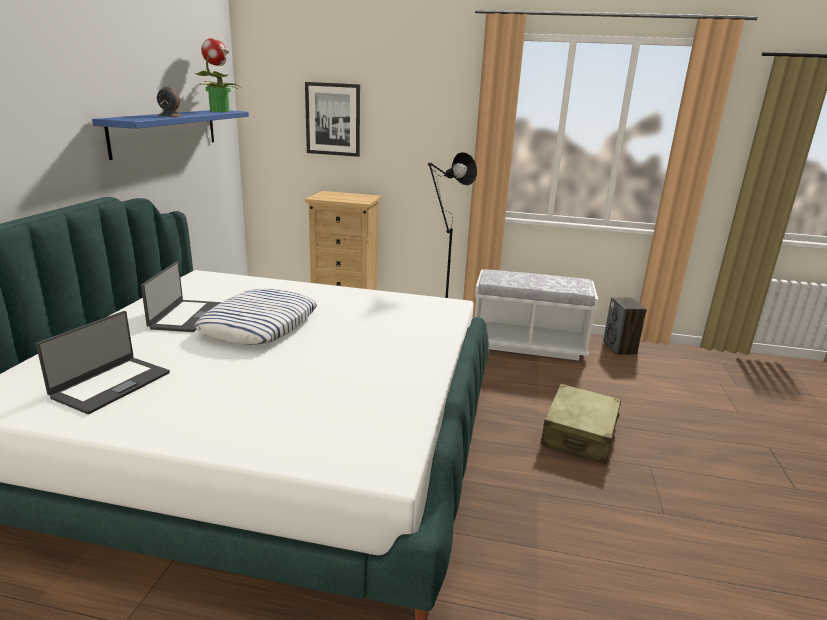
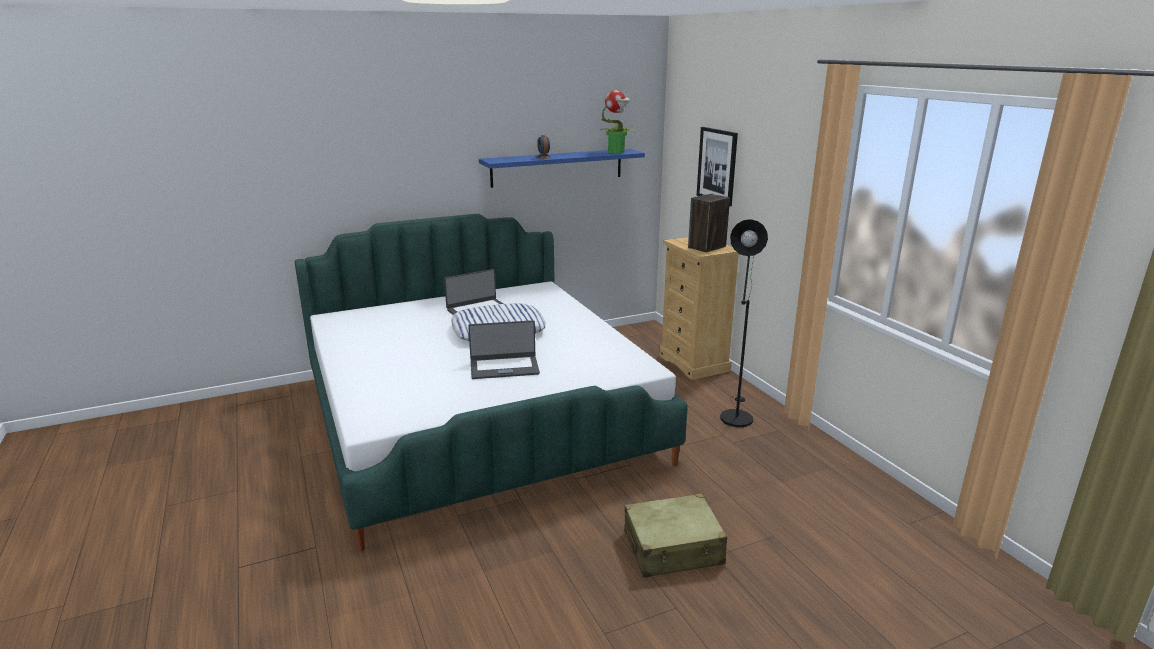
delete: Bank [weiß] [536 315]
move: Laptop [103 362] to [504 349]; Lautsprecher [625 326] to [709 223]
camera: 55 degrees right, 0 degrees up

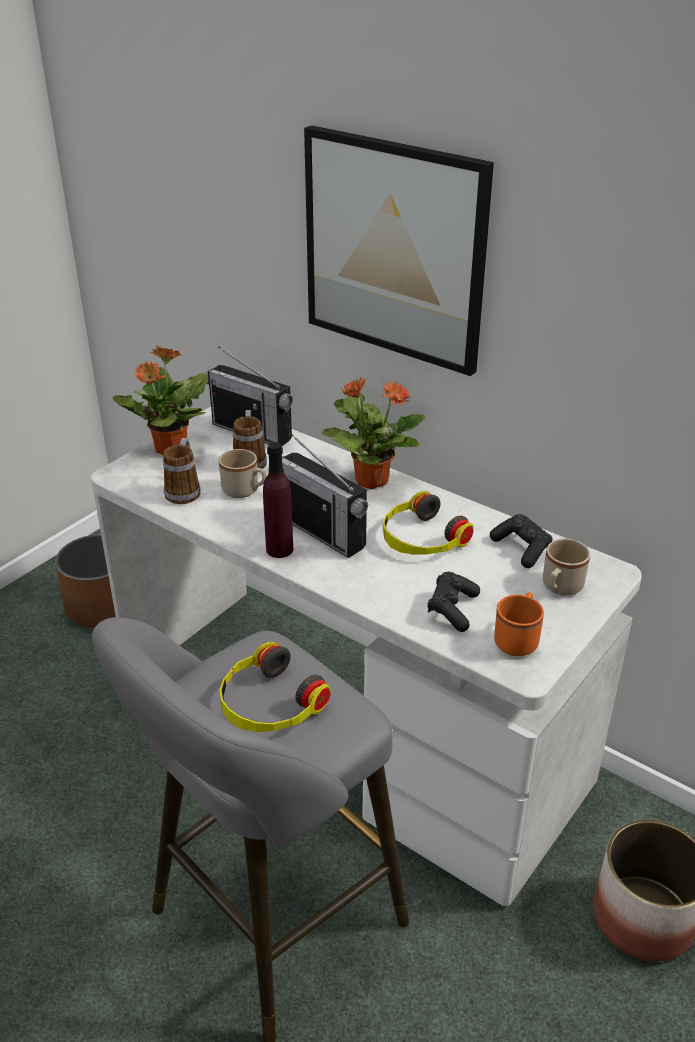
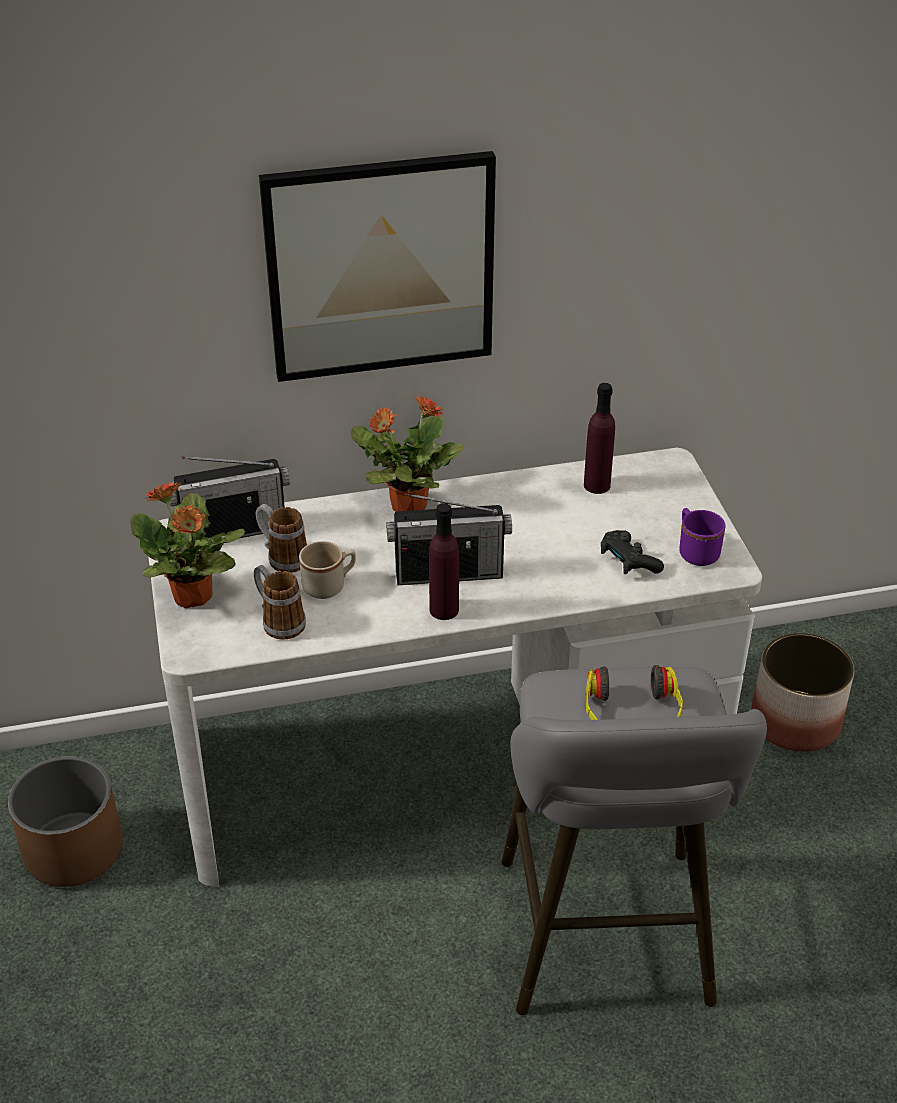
delete: Kopfhörer [428 523]; Henkelbecher [beige] [566 567]
replace: Gamepad [schwarz] [521 541] to Flasche [lila] [599 438]
recolor: Henkelbecher [orange] [519 624] to Henkelbecher [lila] [702 537]
camera: 50 degrees left, 5 degrees up

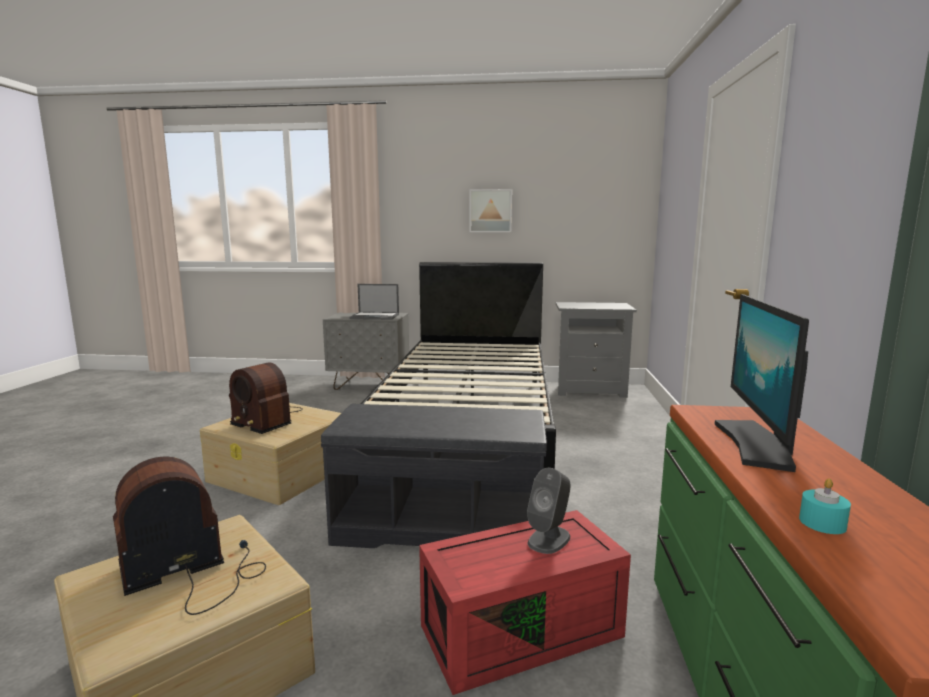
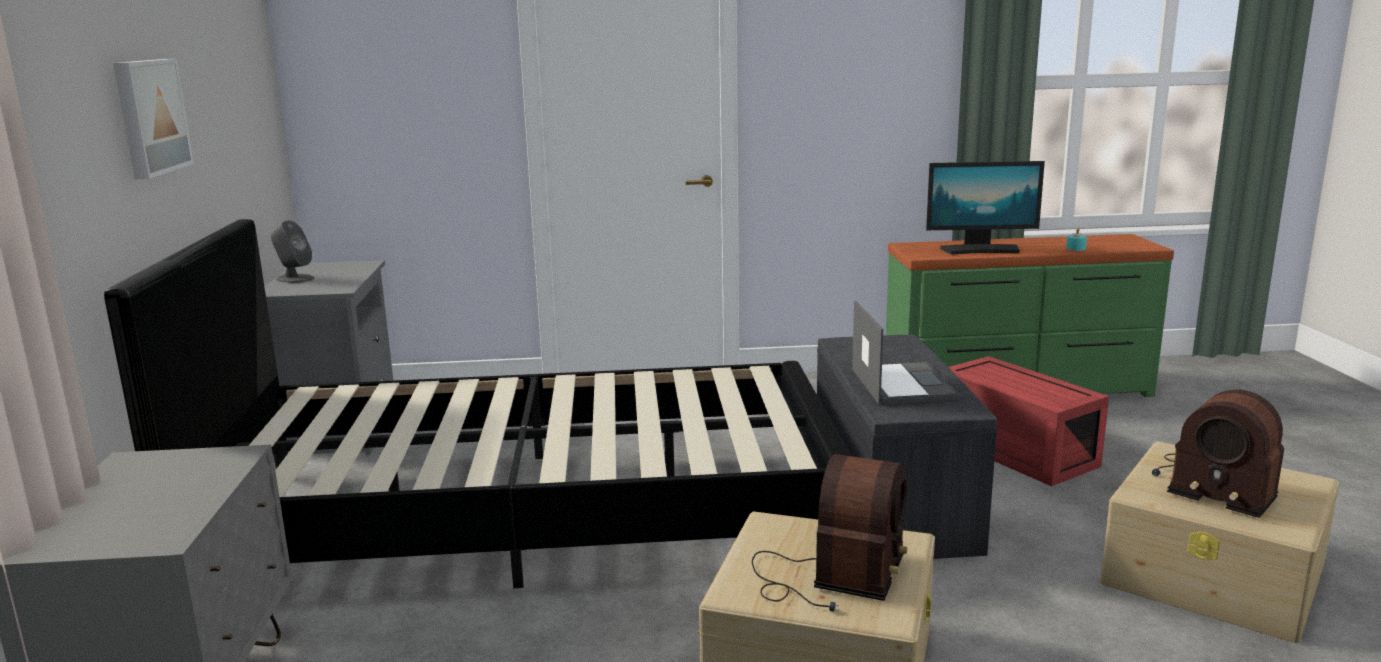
move: Lautsprecher [grau] [549 511] to [292 252]; Laptop [374 302] to [906 353]
camera: 100 degrees left, 5 degrees up

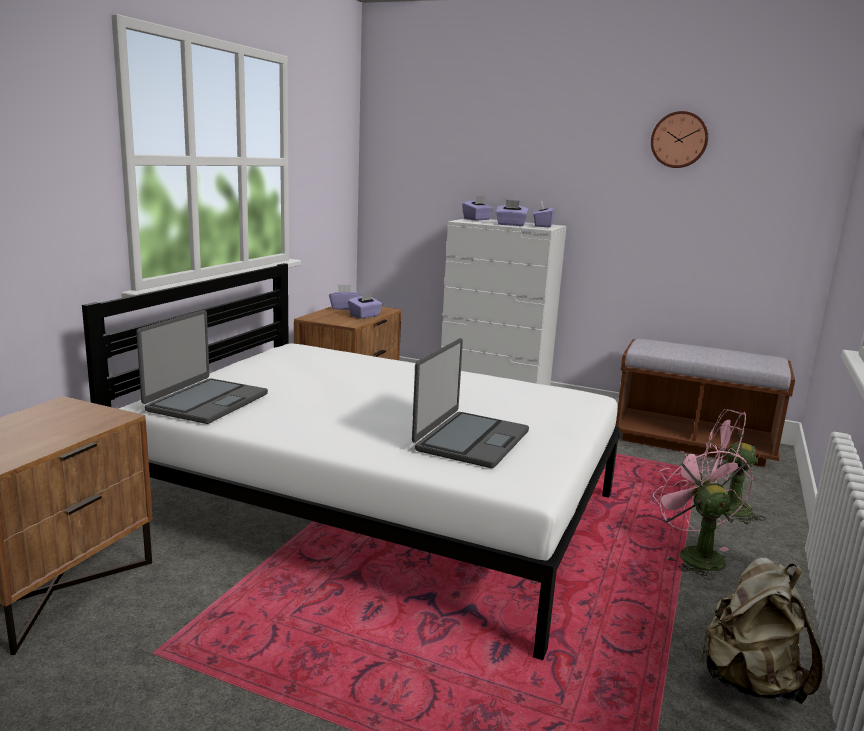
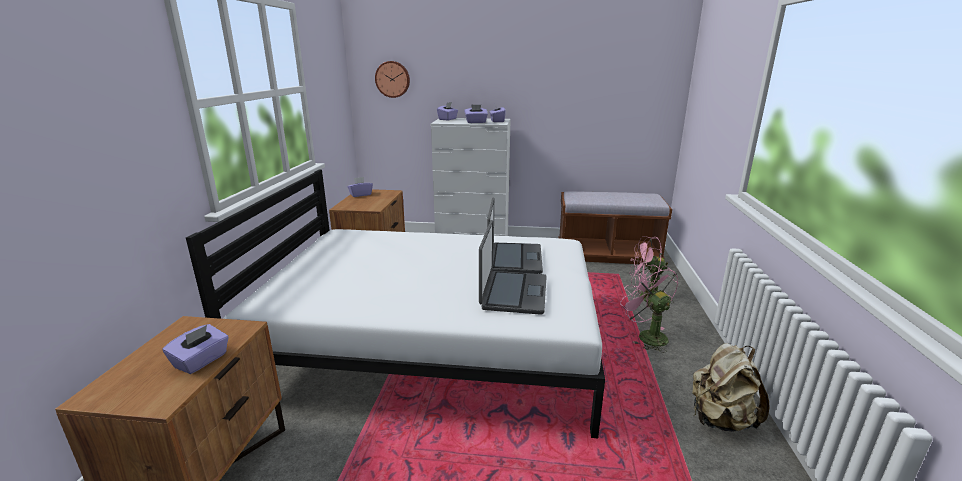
move: Taschentuchbox [lila] [365 305] to [196 349]; Wanduhr [679 139] to [392 79]; Laptop [202 367] to [515 236]
camera: 15 degrees left, 5 degrees up

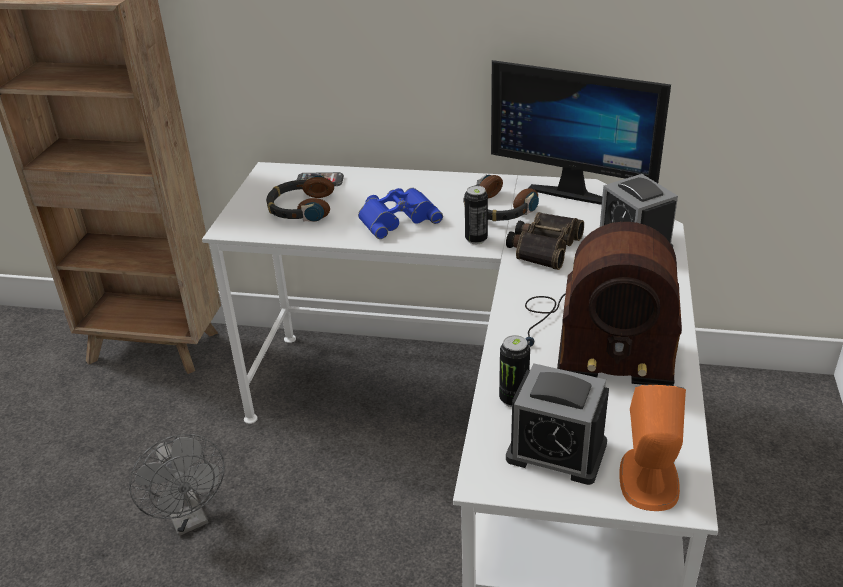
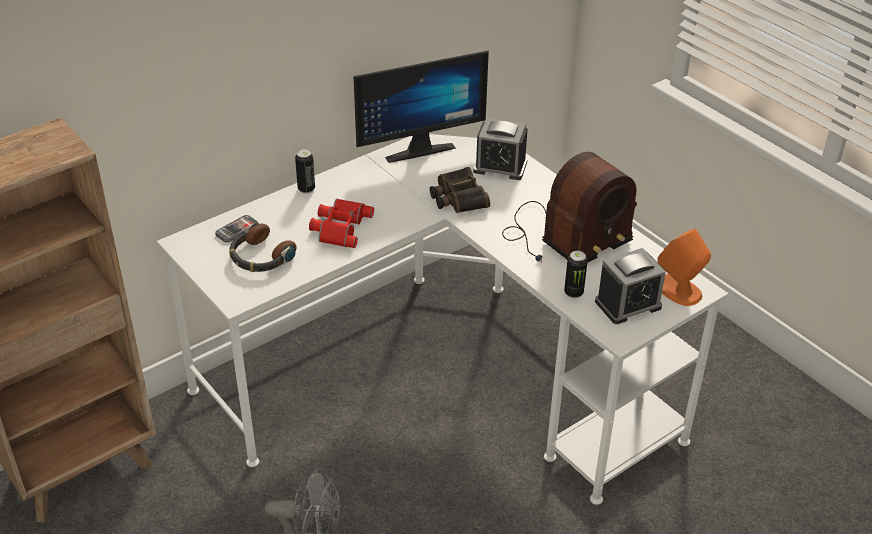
delete: Kopfhörer [501 197]
move: Dose [476 215] to [305 171]
recolor: Fernglas [blau] [400 213] to Fernglas [rot] [341 223]
camera: 50 degrees left, 5 degrees up

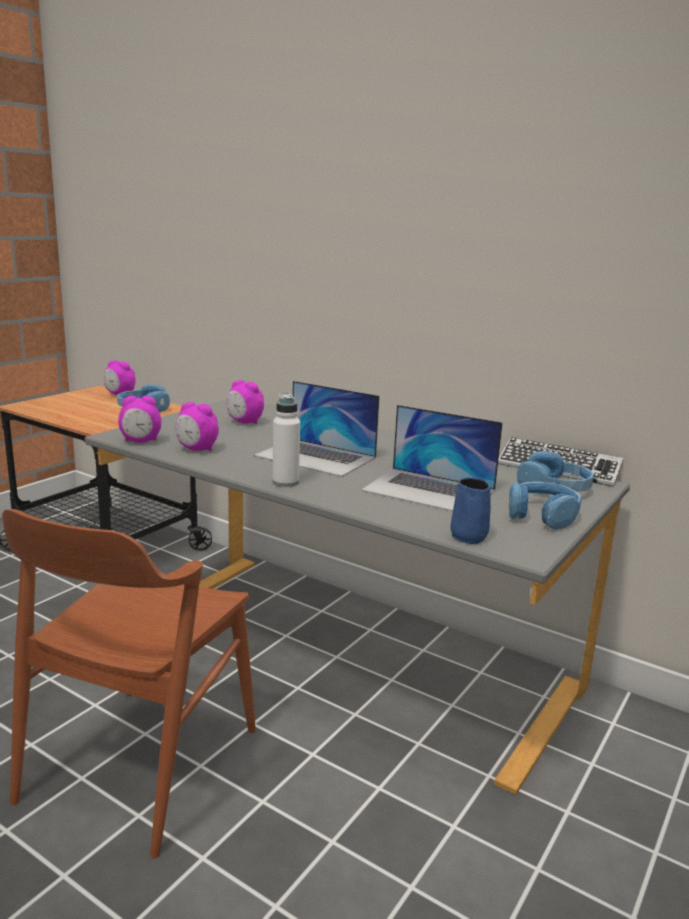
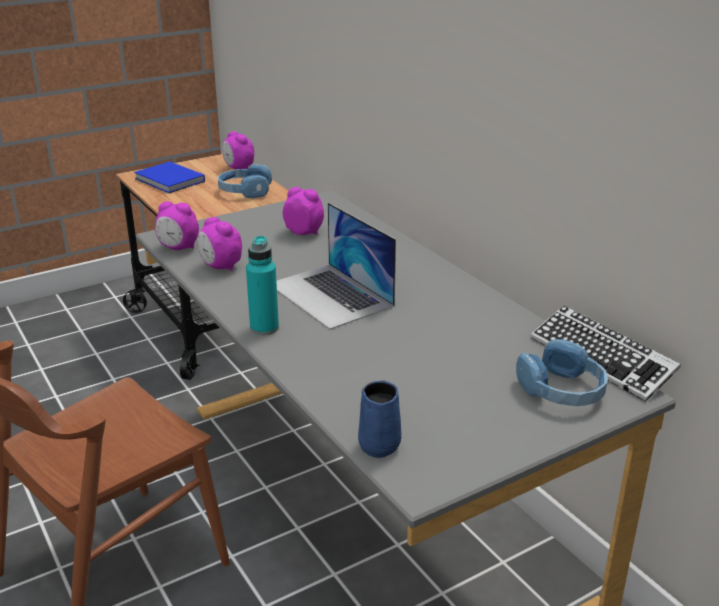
delete: Laptop [432 458]; Kopfhörer [blau] [545 506]
insert: Buch [blau] [169 177]
recolor: Flasche [weiß] [286 440] to Flasche [türkis] [262 285]
rotate: Wecker [245 402] = [303 211] 150 degrees clockwise
camera: 25 degrees right, 10 degrees up

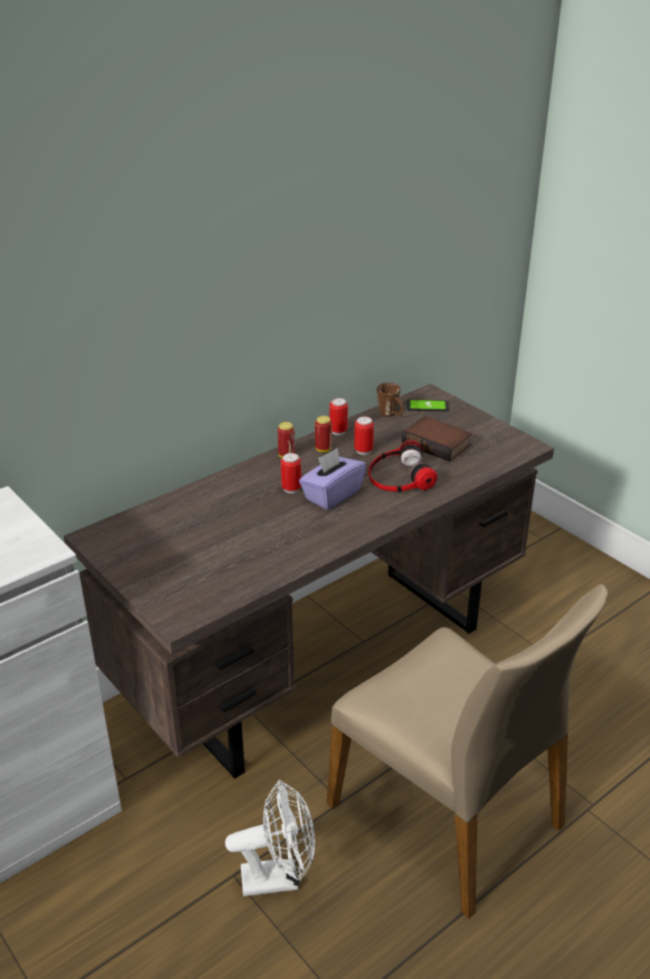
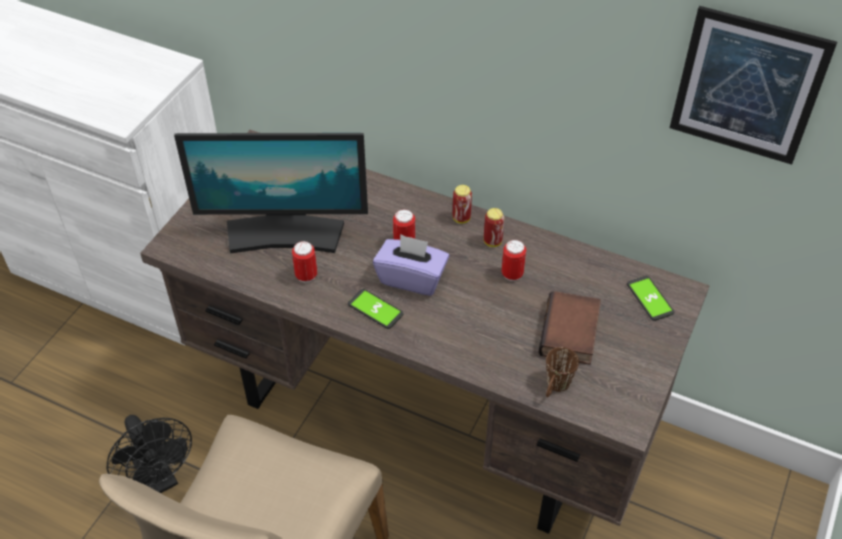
delete: Kopfhörer [402 466]
insert: Monitor [271 193]; Handy [376 309]; Bild [753 85]
move: Dose [338 416] to [304 262]; Henkelbecher [braun] [390 400] to [562 372]
recolor: Ventilator [weiß] [270 838] to Ventilator [schwarz] [149 454]
camera: 65 degrees right, 15 degrees up

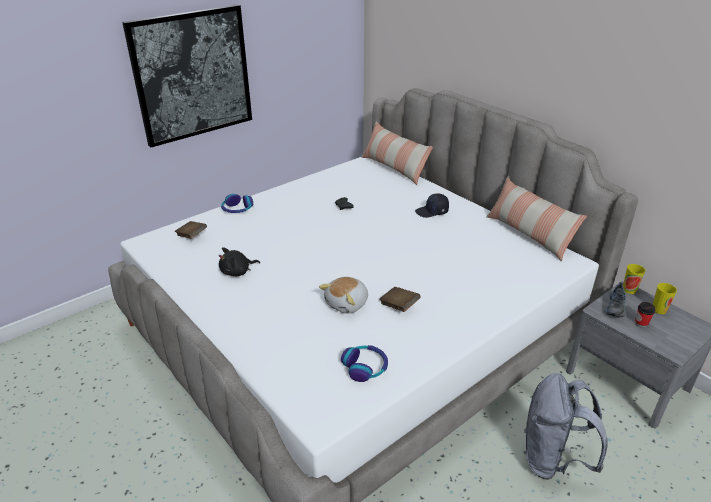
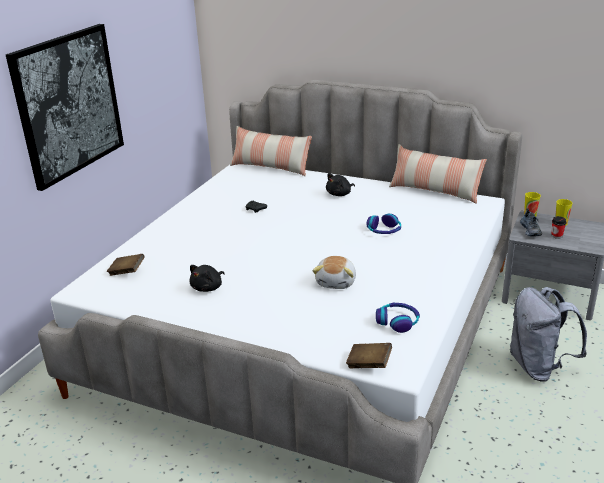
move: Buch [braun] [400 299] to [369 355]; Kopfhörer [237 203] to [383 224]
replace: Kappe [schwarz] [432 205] to Plüschtier [schwarz] [340 184]
camera: 25 degrees left, 5 degrees down

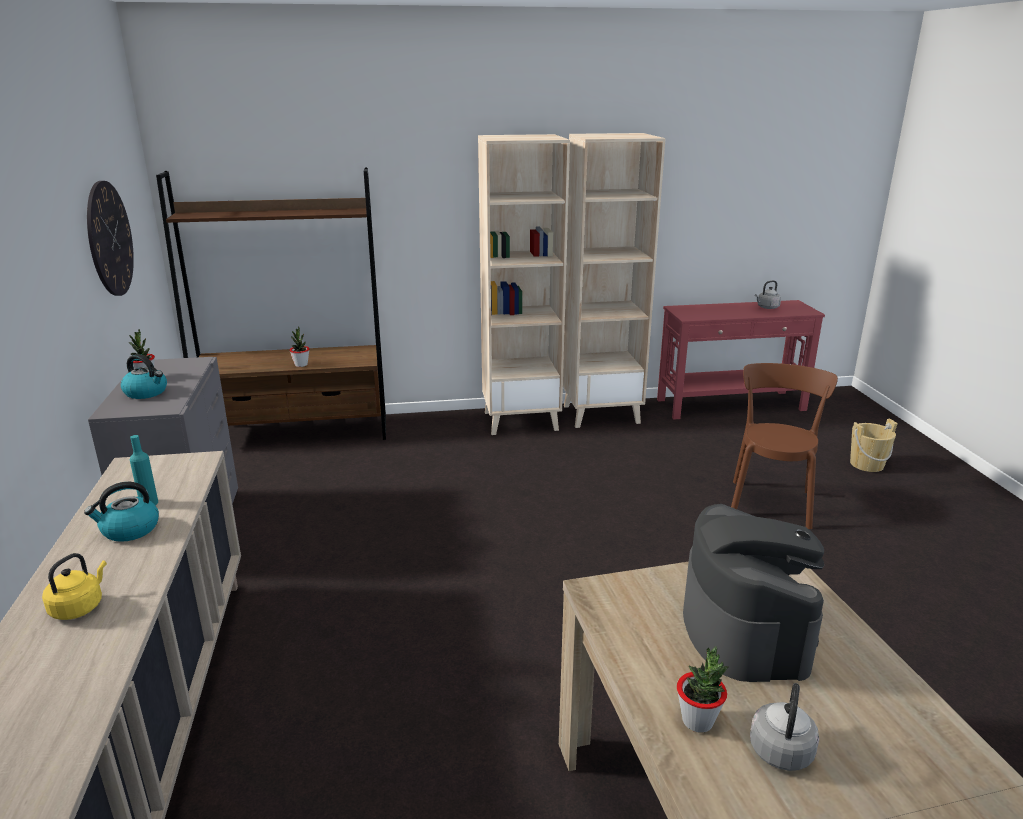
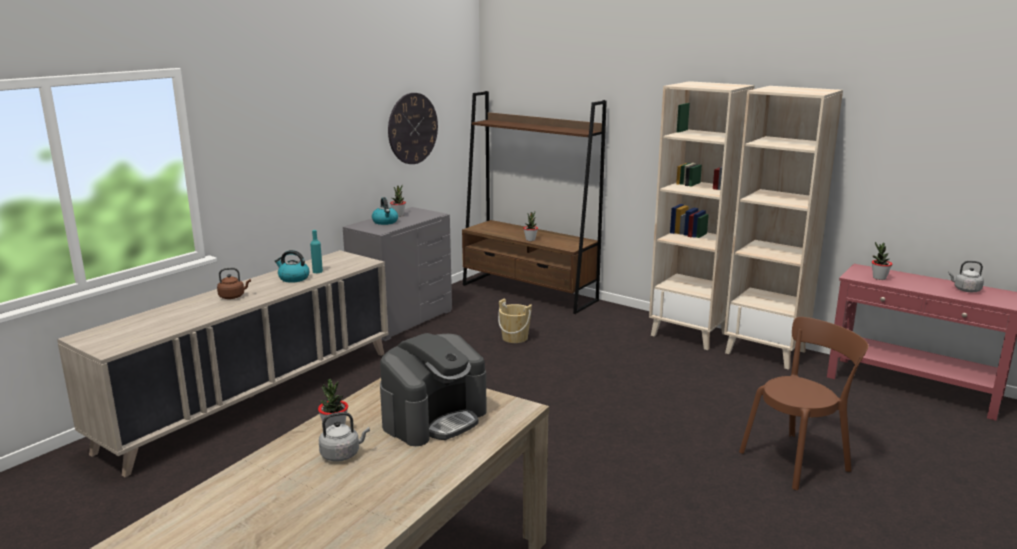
insert: Topfpflanze [882 261]
move: Eimer [beige] [873 445] to [515 321]
recolor: Wasserkessel [gelb] [74 586] to Wasserkessel [braun] [234 283]
camera: 45 degrees right, 5 degrees down

